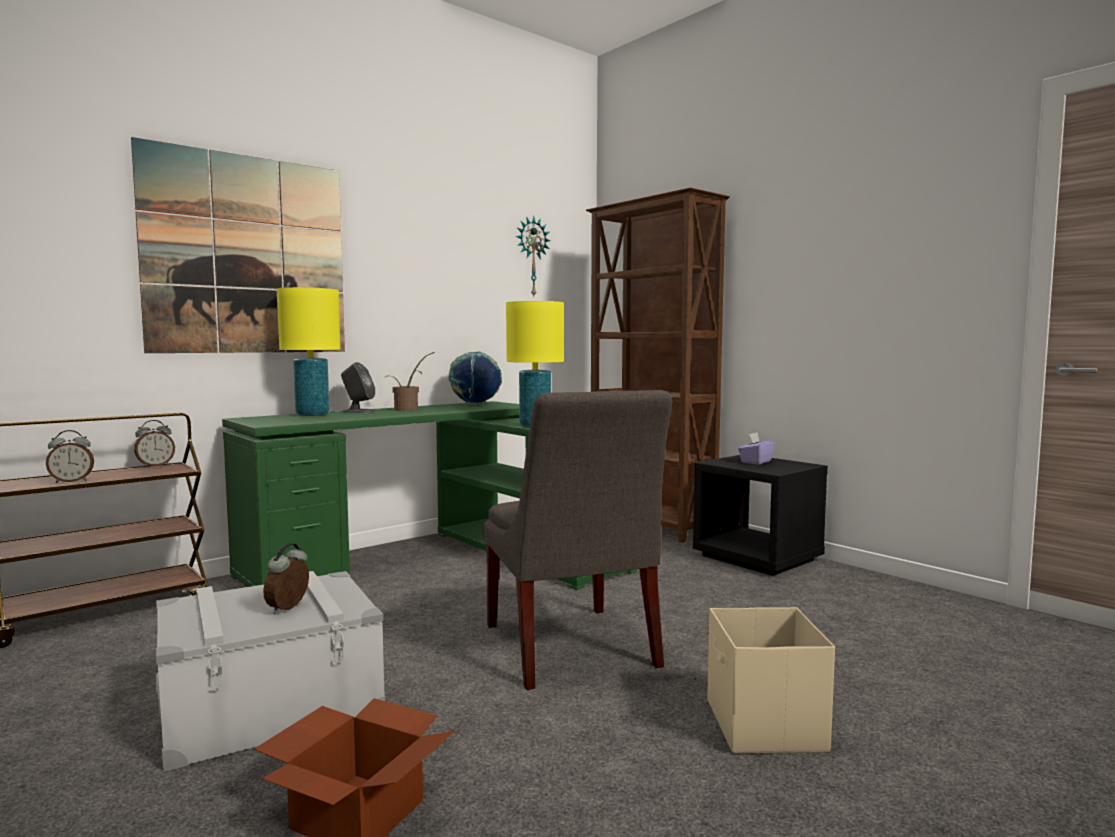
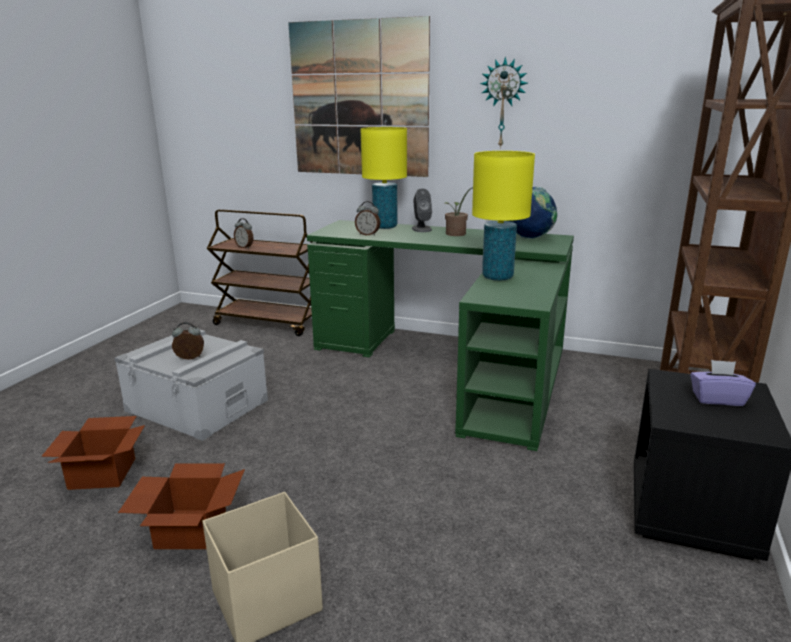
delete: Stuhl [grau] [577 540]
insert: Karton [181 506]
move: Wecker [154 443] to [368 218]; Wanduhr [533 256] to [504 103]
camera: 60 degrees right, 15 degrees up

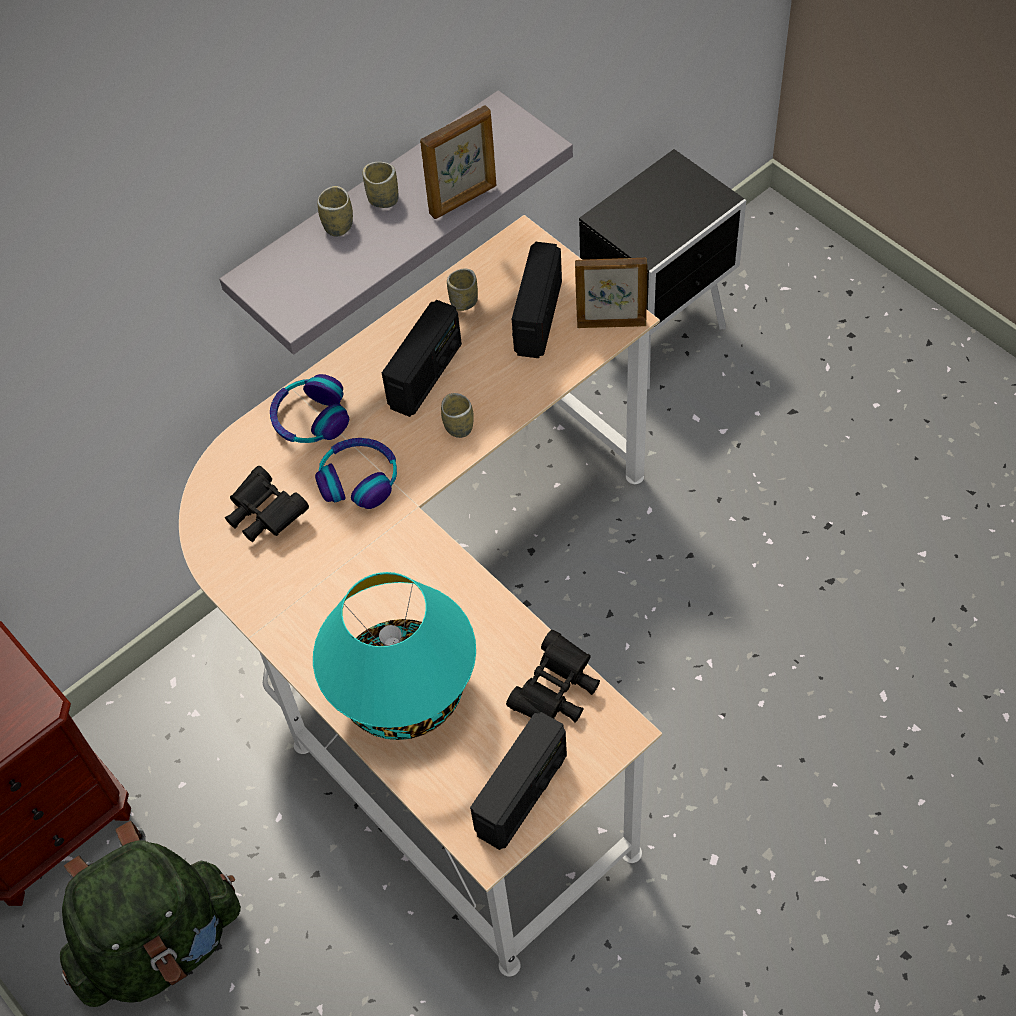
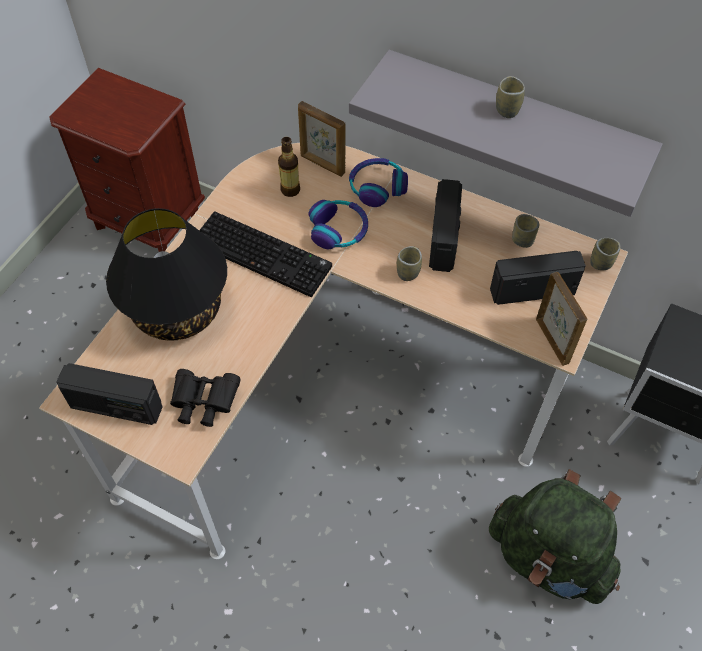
insert: Tastatur [265 254]
move: Bilderrahmen [458 162] to [322 139]; Rucksack [grün] [150 914] to [555 536]; Tasse [335 211] to [605 254]
replace: Fernglas [schwarz] [267 504] to Flasche [289 167]
recolor: Tischlampe [türkis] [394 656] to Tischlampe [schwarz] [166 274]
rotate: Radio [422 358] = [445 225] 90 degrees counterclockwise
camera: 65 degrees right, 0 degrees up

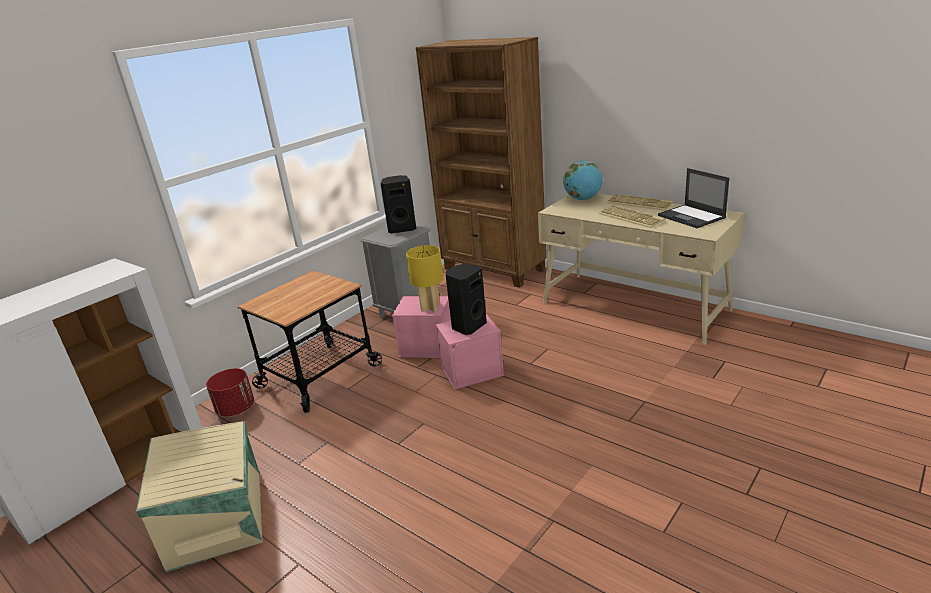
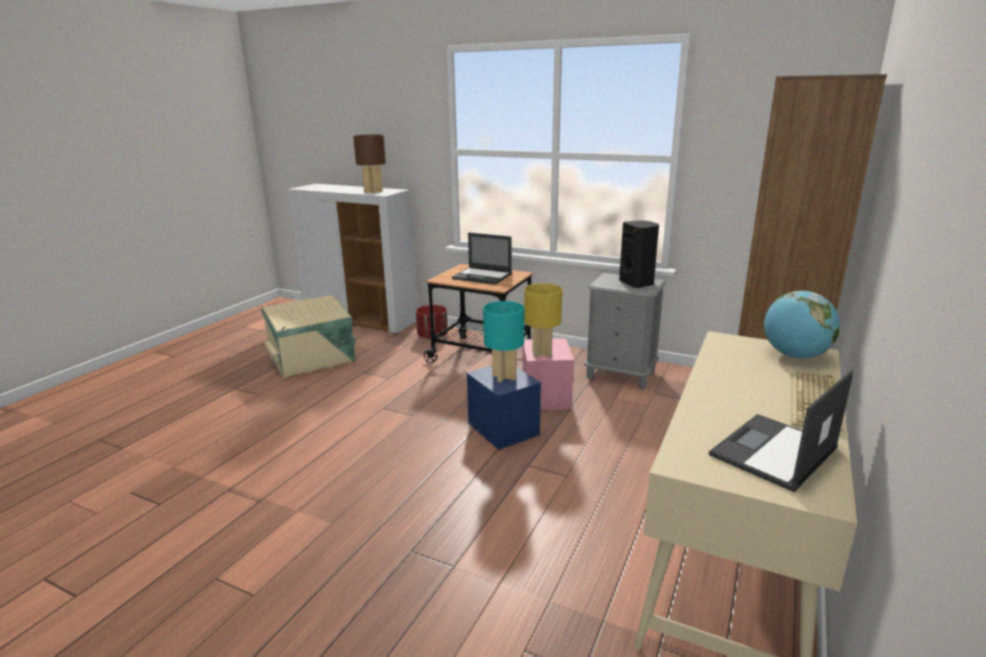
delete: Tastatur [632 216]
insert: Tischlampe [braun] [369 164]; Laptop [482 258]
replace: Lautsprecher [schwarz] [466 299] to Tischlampe [türkis] [503 342]
recolor: Aufbewahrungsbox [rosa] [470 352] to Aufbewahrungsbox [blau] [503 408]
camera: 75 degrees right, 5 degrees down

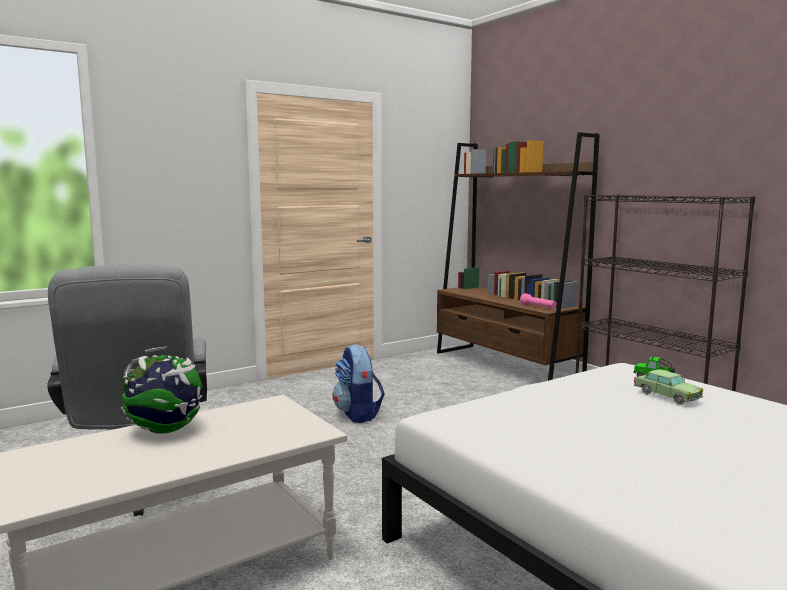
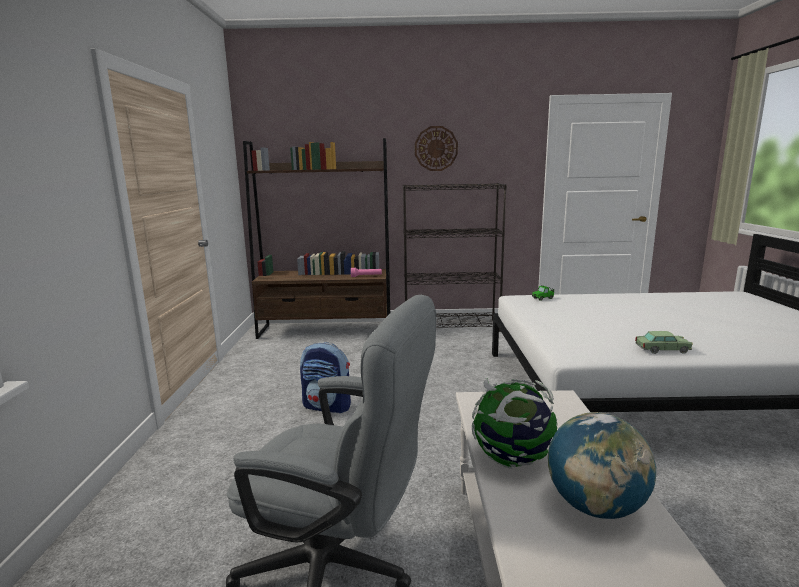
insert: Wanduhr [436 148]; Globus [602 465]
move: Spielzeugauto [668 387] to [664 342]
camera: 55 degrees left, 5 degrees up

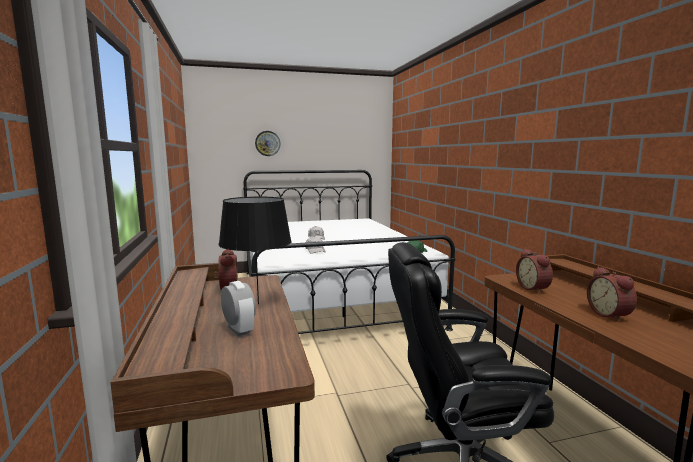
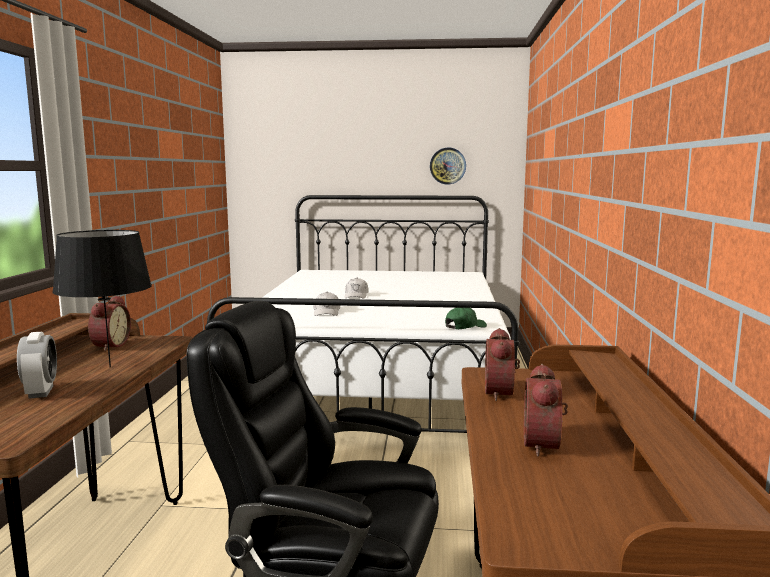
move: Wanduhr [267 143] to [448 166]
camera: 20 degrees right, 0 degrees up

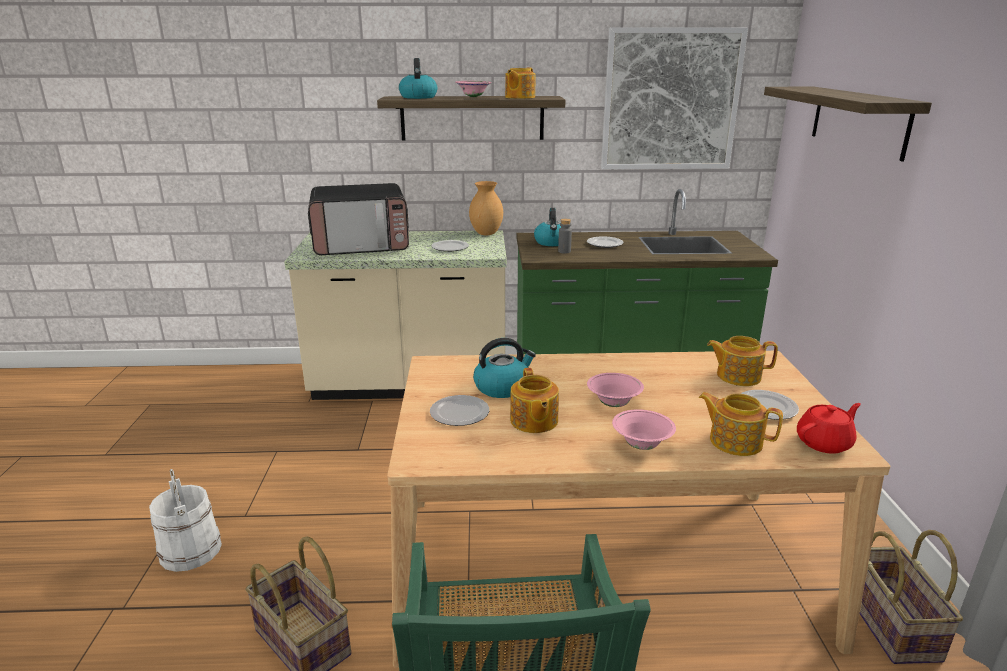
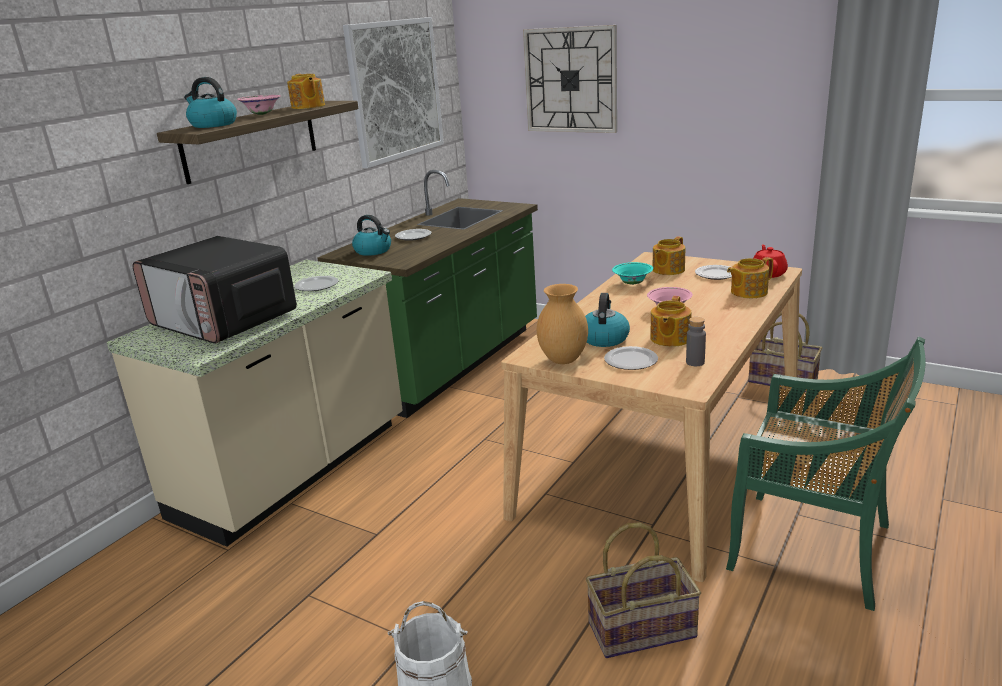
delete: Schüssel [rosa] [644 429]
insert: Schüssel [türkis] [632 273]
move: Vase [braun] [486 208] to [562 324]; Flasche [grau] [565 236] to [696 341]
replace: Wandregal [848 124] to Wanduhr [570 79]
rotate: Mikrowelle [358 219] = [214 290] 105 degrees clockwise; Teekanne [534 400] = [670 321] 90 degrees clockwise
camera: 55 degrees left, 0 degrees up

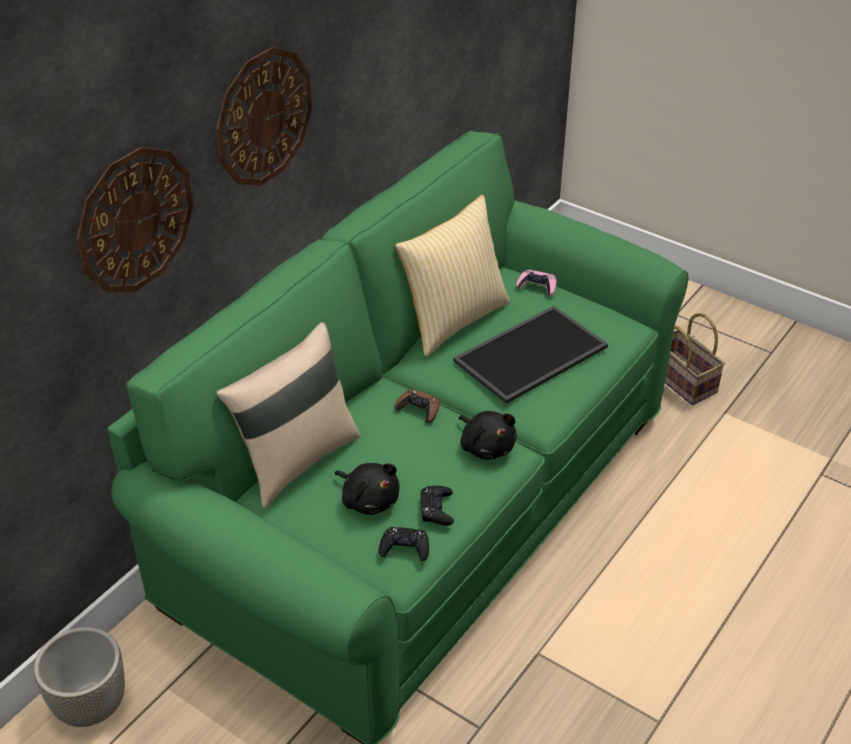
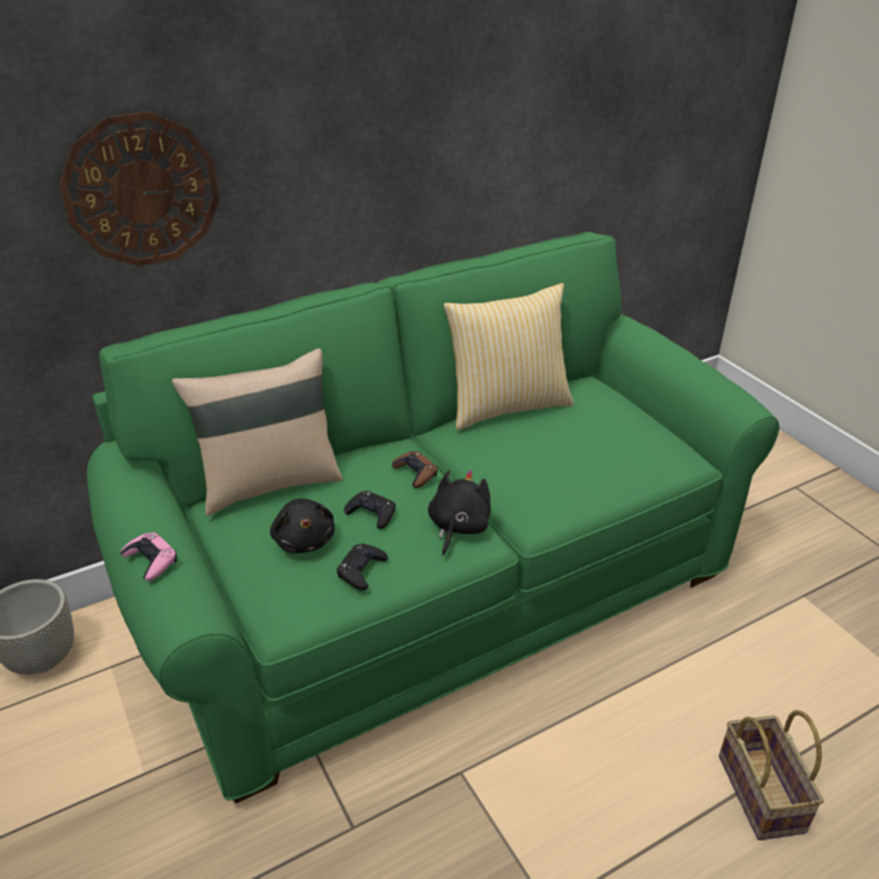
delete: Wanduhr [264 116]; Tablett [530 355]
move: Gamepad [rosa] [536 283] to [149 556]; Gamepad [schwarz] [404 544] to [370 510]; Korb [695 359] to [771 775]
rotate: Plüschtier [schwarz] [488 435] = [459 512] 150 degrees counterclockwise
camera: 25 degrees right, 5 degrees down

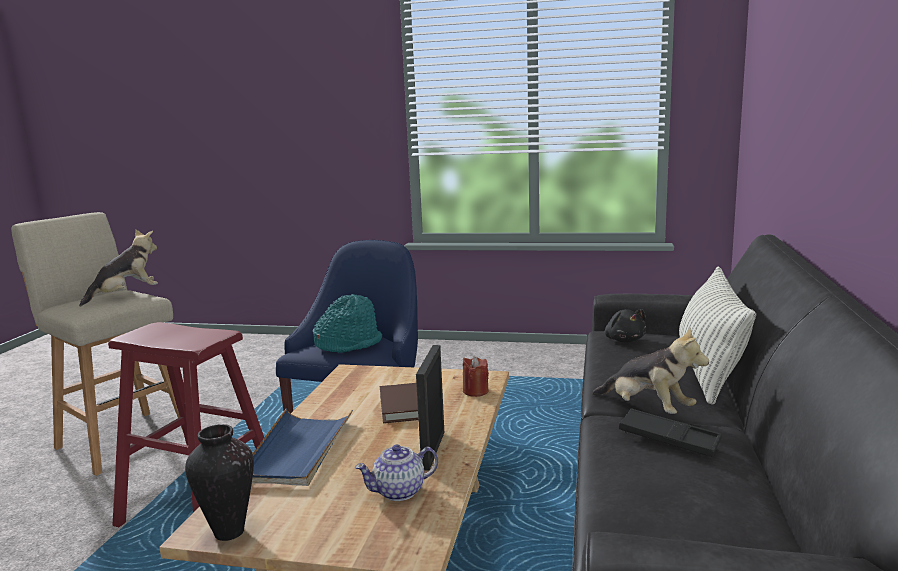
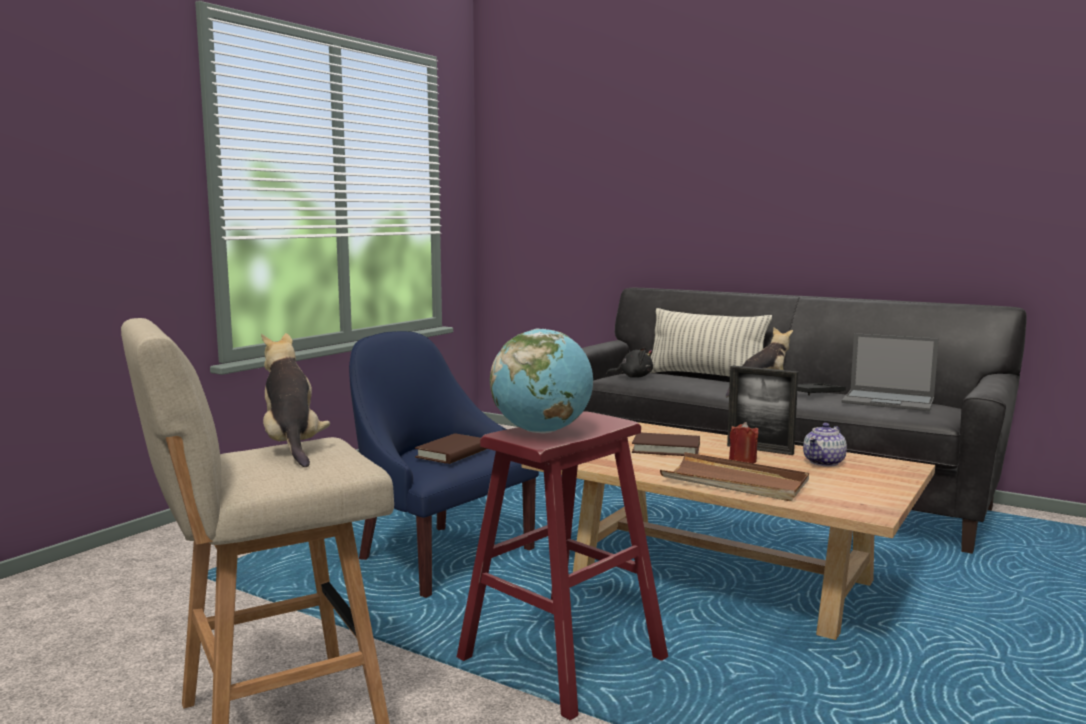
delete: Vase [219 482]
insert: Globus [541 381]; Laptop [890 372]
move: Kerze [rot] [476 376] to [744 443]
replace: Hut [türkis] [347 323] to Buch [braun] [451 448]
recolor: Tablett [blau] [302 447] to Tablett [braun] [734 476]
rotate: Teekanne [396 472] = [825 444] 45 degrees clockwise
camera: 70 degrees left, 5 degrees down

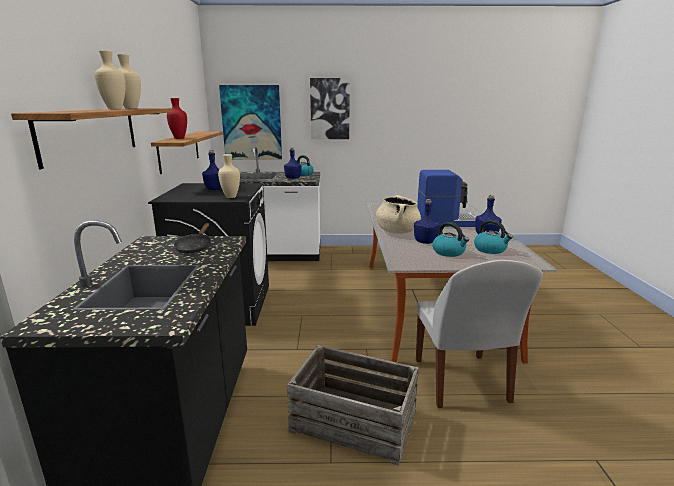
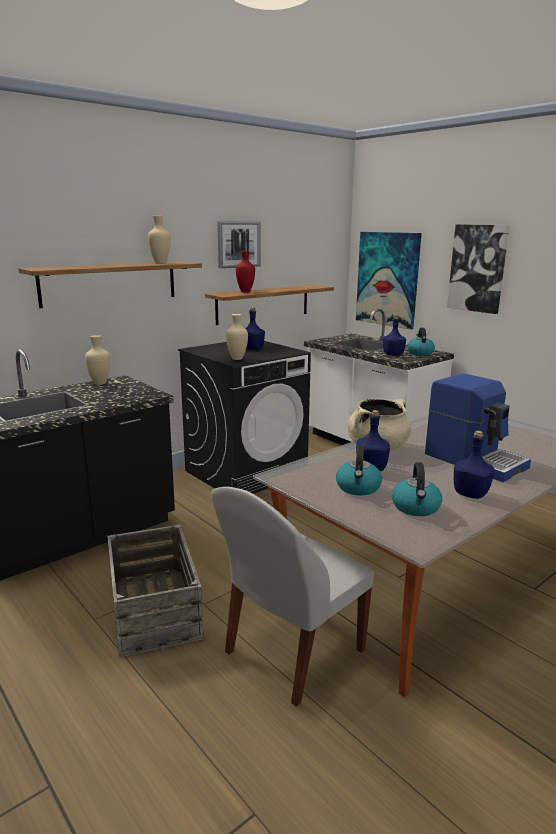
delete: Pfanne [schwarz] [192 238]
insert: Bild [239 244]
move: Vase [beige] [110 79] to [97 360]
camera: 50 degrees right, 0 degrees up

